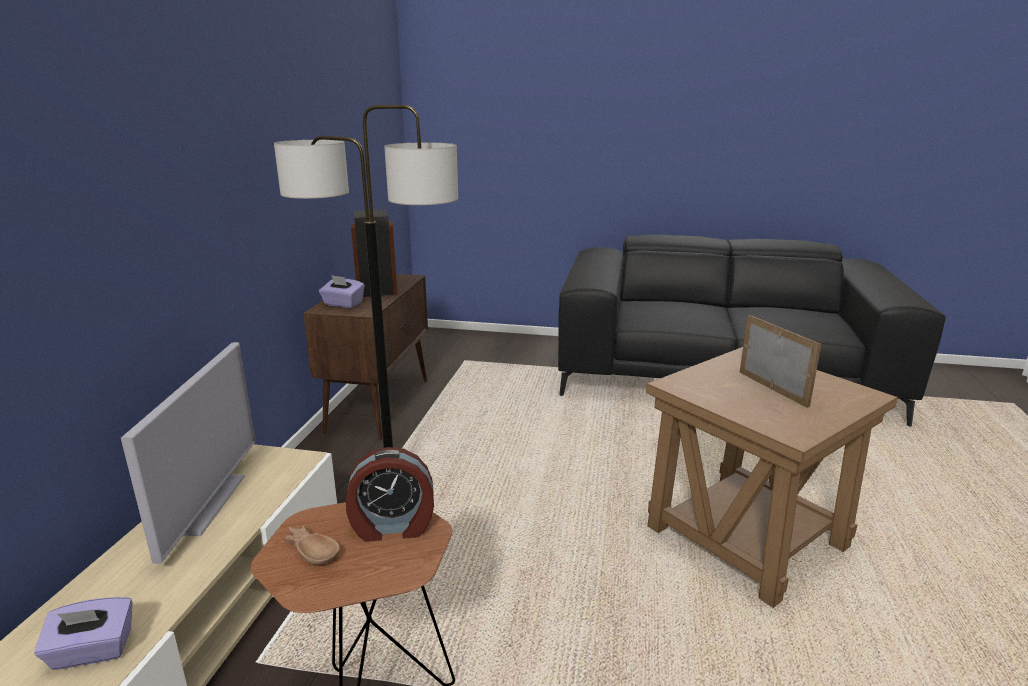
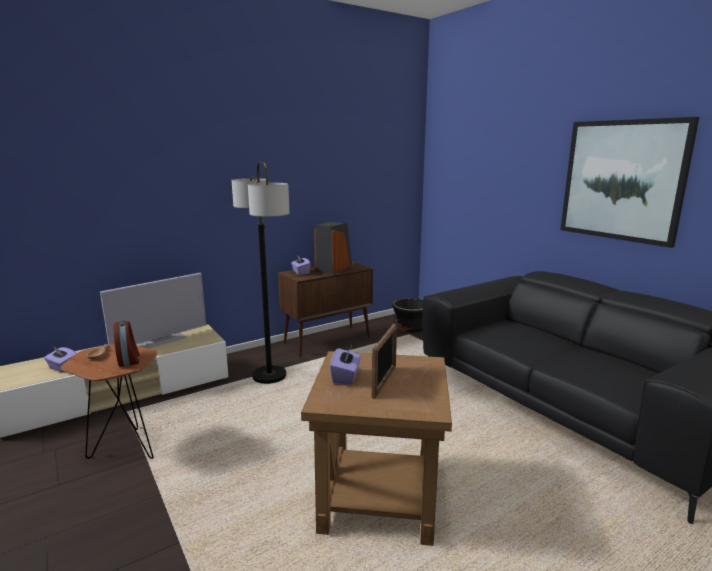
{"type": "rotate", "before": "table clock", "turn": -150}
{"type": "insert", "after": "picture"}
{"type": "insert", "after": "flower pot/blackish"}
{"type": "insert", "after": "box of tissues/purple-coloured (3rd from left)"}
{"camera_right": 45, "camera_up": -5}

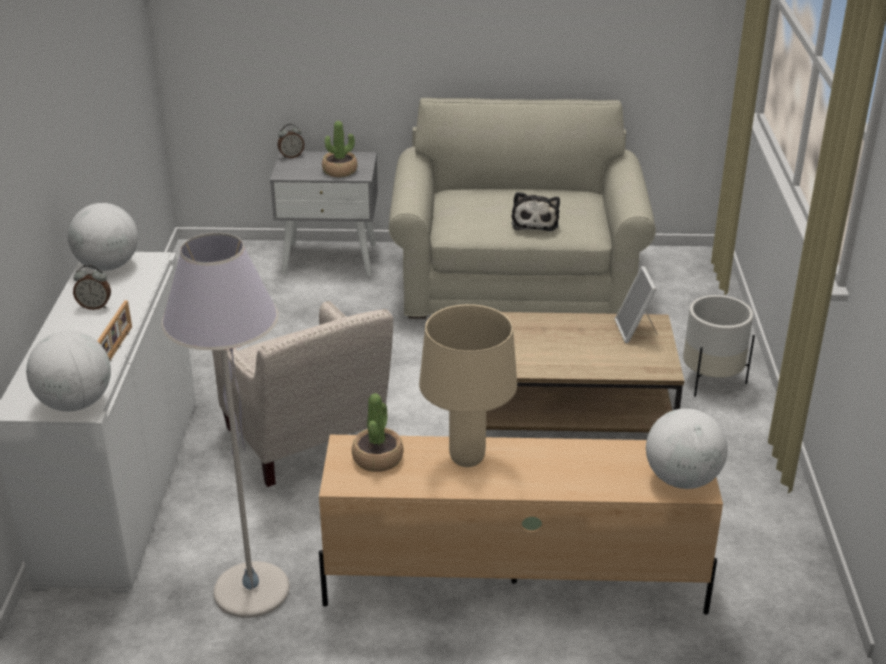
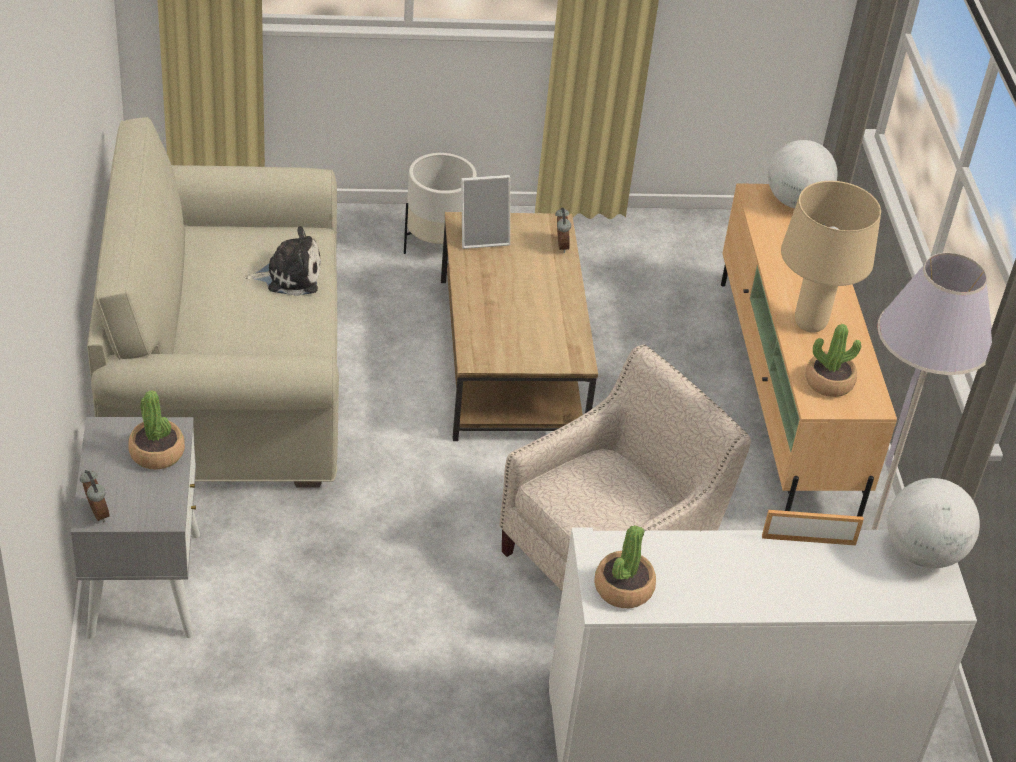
{"type": "replace", "before": "world globe (2nd from left)", "after": "plant in a pot (2nd from left)"}
{"type": "move", "before": "table clock (1st from left in the first image)", "after": "table clock (2nd from left)"}
{"camera_right": -100, "camera_up": 10}

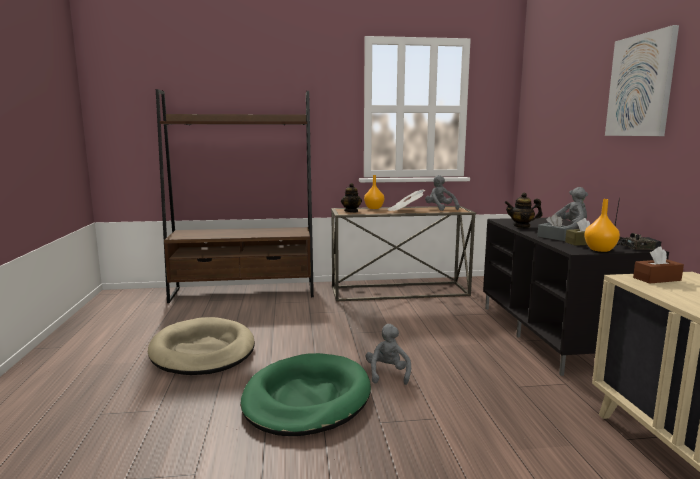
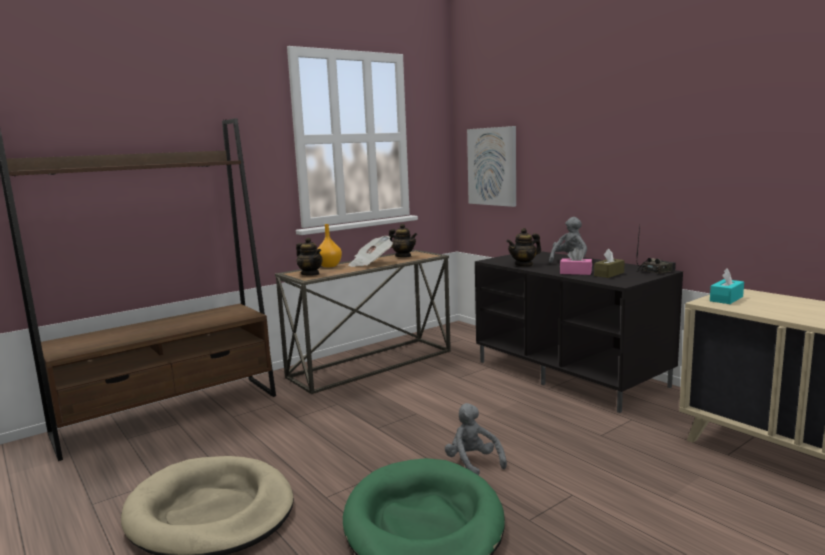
{"type": "move", "before": "picture"}
{"type": "replace", "before": "soft toy/gray (2nd from left)", "after": "pot for tea (2nd from left)"}
{"type": "delete", "before": "vase/orange-coloured (2nd from left)"}
{"type": "recolor", "before": "box of tissues/gray", "after": "box of tissues/pinkish"}
{"type": "recolor", "before": "box of tissues/brownish (2nd from left)", "after": "box of tissues/blue-green"}
{"camera_right": -30, "camera_up": 0}

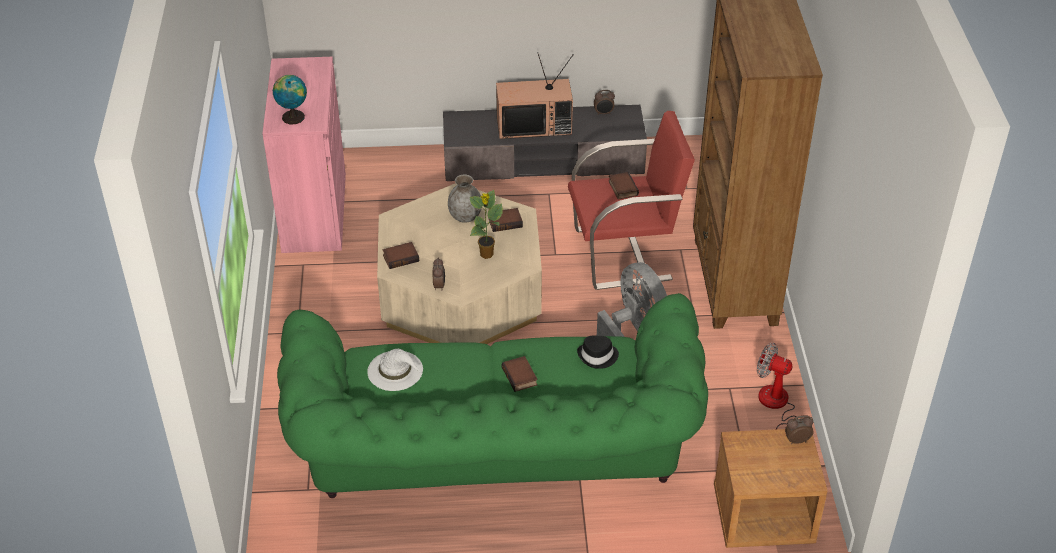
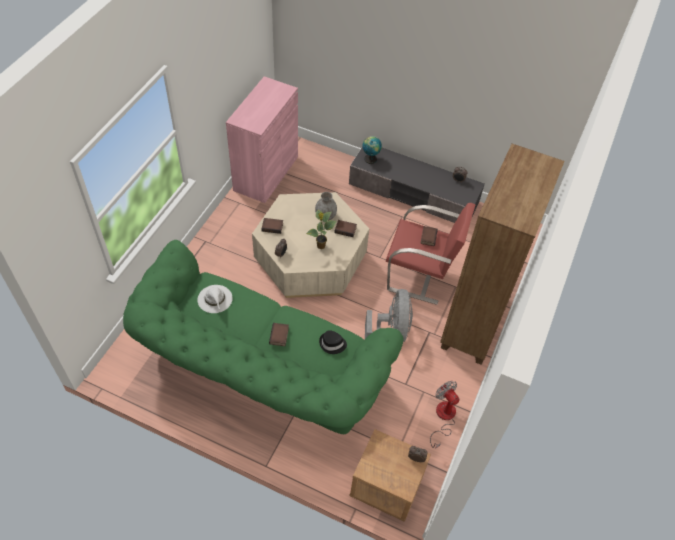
{"type": "delete", "before": "television"}
{"type": "move", "before": "world globe"}
{"camera_right": 25, "camera_up": 10}

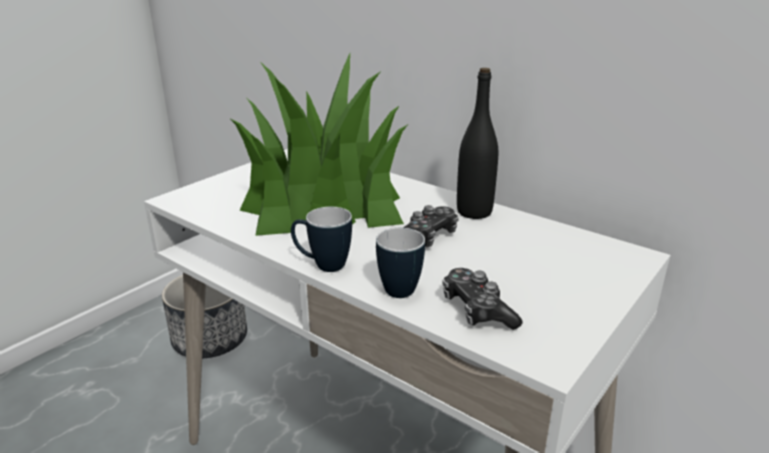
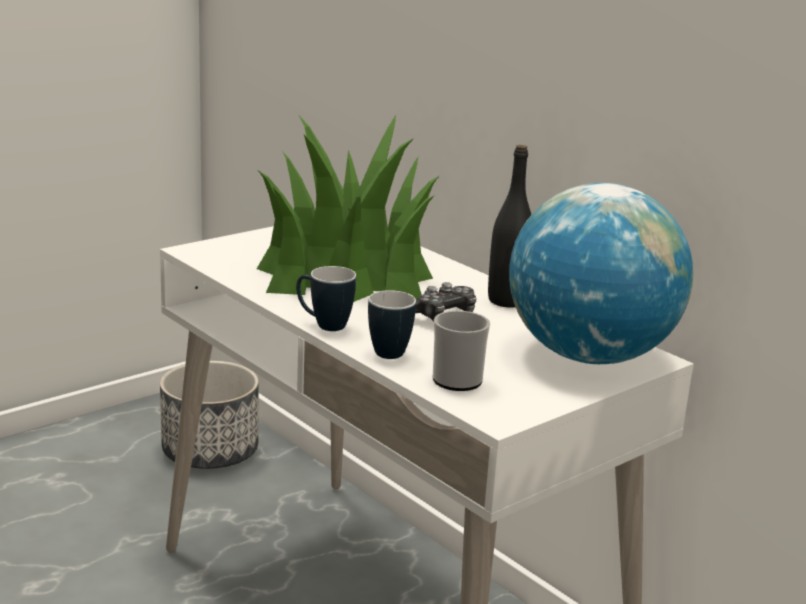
{"type": "replace", "before": "gamepad (2nd from left)", "after": "coffee mug (3rd from left)"}
{"type": "insert", "after": "world globe"}
{"camera_right": 10, "camera_up": -5}

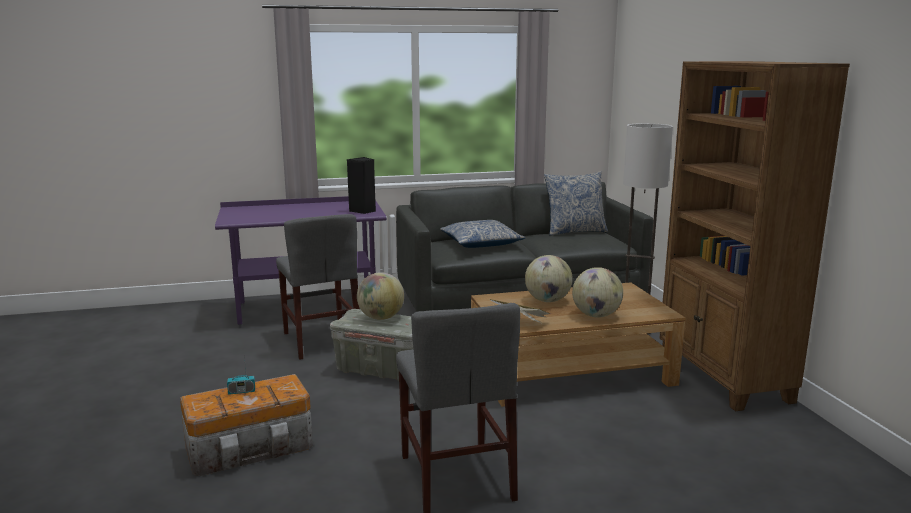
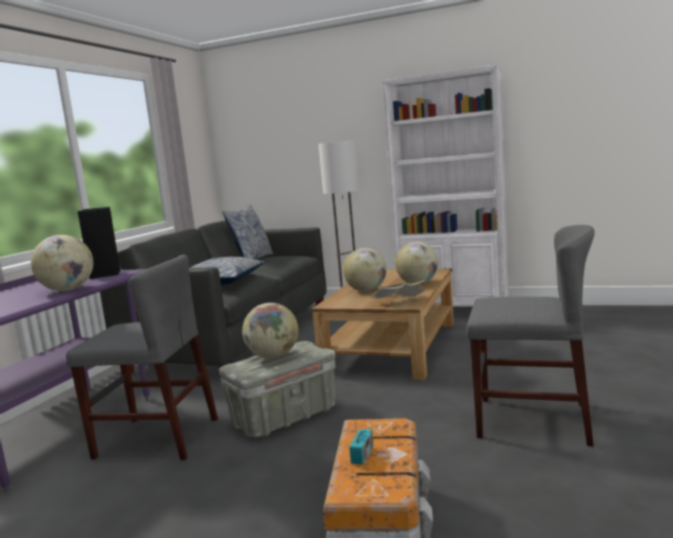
{"type": "recolor", "before": "shelving unit/brownish", "after": "shelving unit/whitish"}
{"type": "insert", "after": "world globe (1st from left)"}
{"camera_right": -55, "camera_up": -5}

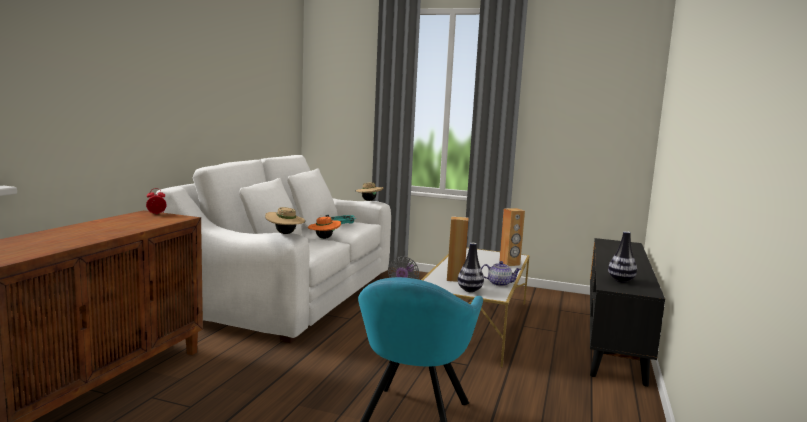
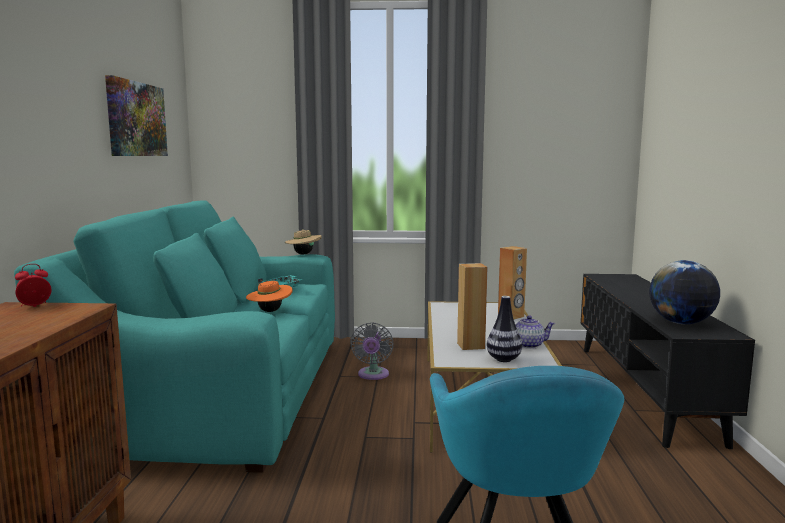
{"type": "recolor", "before": "couch/whitish", "after": "couch/blue-green"}
{"type": "delete", "before": "hat/sand-coloured (1st from left)"}
{"type": "replace", "before": "vase (2nd from left)", "after": "world globe"}
{"type": "insert", "after": "picture"}
{"camera_right": -15, "camera_up": 0}

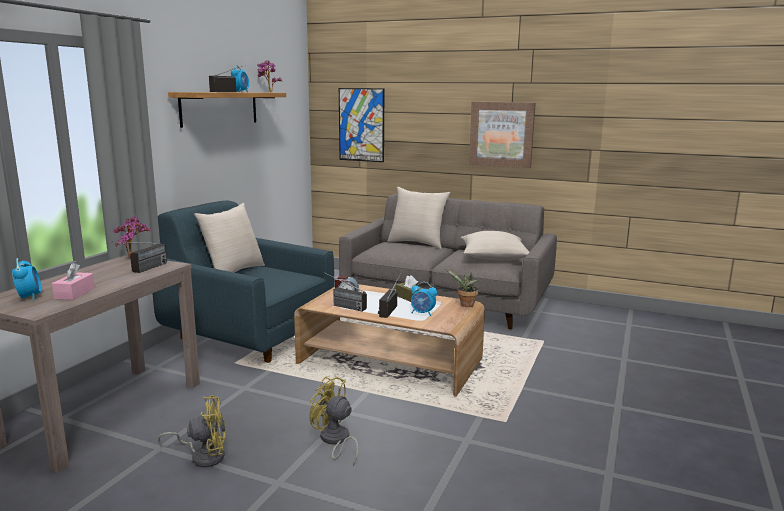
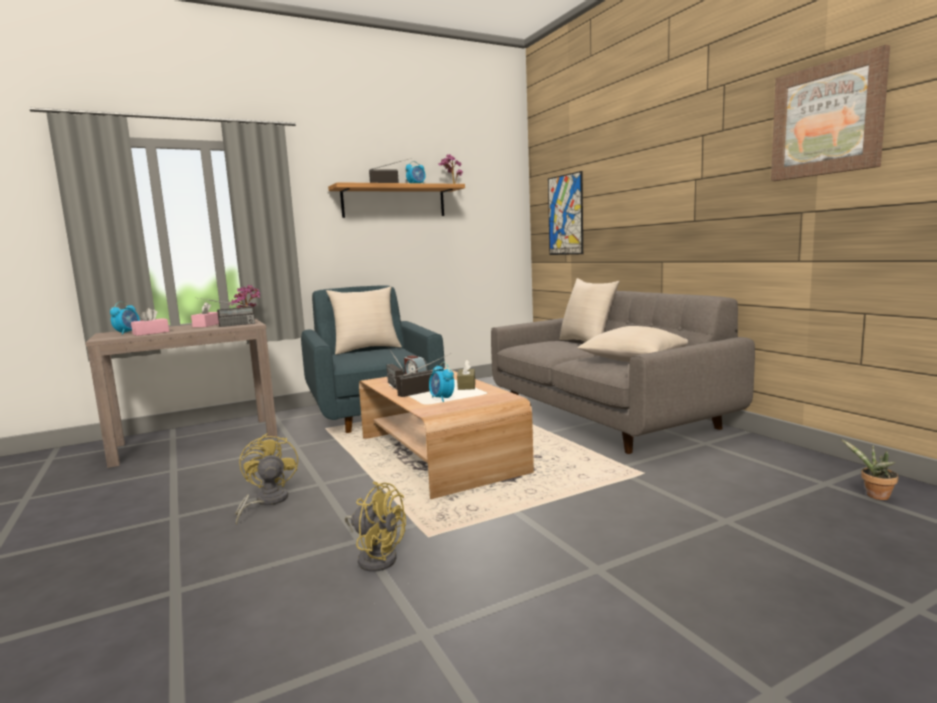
{"type": "move", "before": "picture (2nd from left)"}
{"type": "move", "before": "plant in a pot (3rd from left)"}
{"type": "move", "before": "fan/yellow-coloured (1st from left in the first image)", "after": "fan/yellow-coloured (2nd from left)"}
{"type": "insert", "after": "box of tissues/pinkish (2nd from left)"}
{"camera_right": 40, "camera_up": -5}

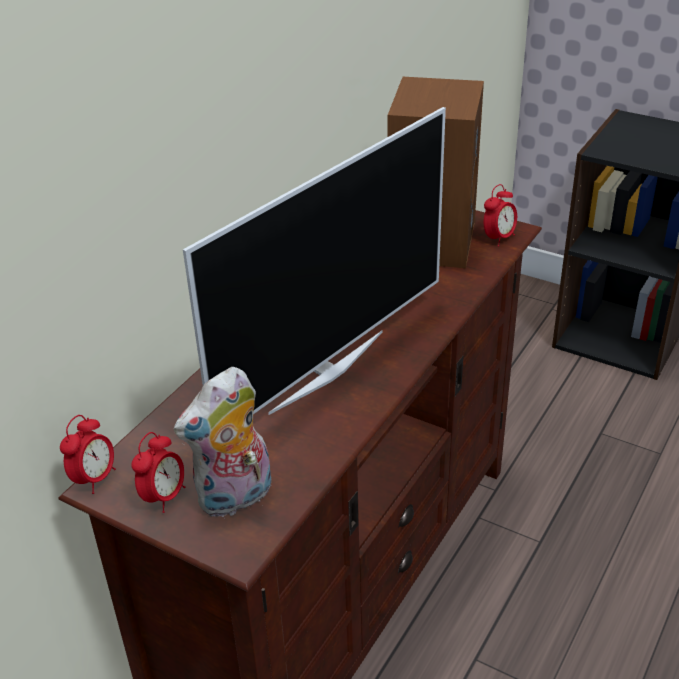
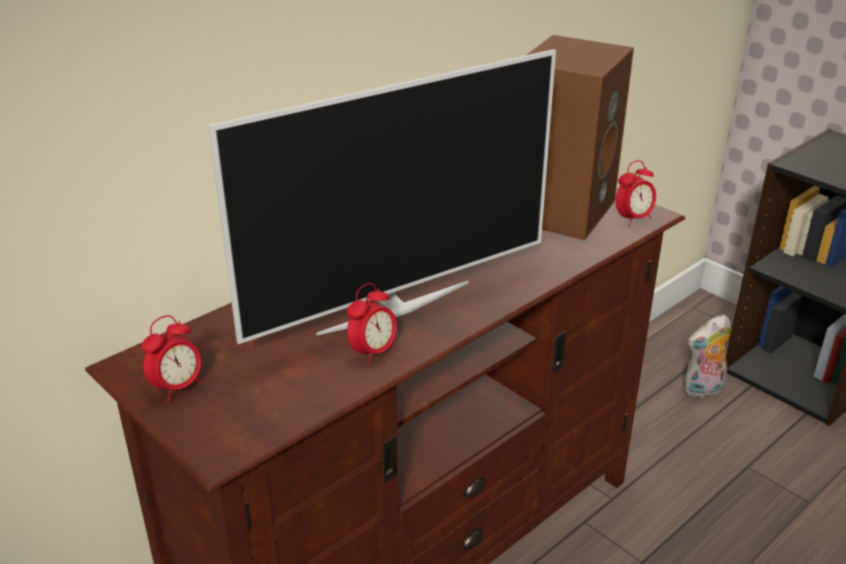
{"type": "move", "before": "soft toy"}
{"type": "move", "before": "table clock (1st from left in the first image)", "after": "table clock (2nd from left)"}
{"camera_right": 15, "camera_up": -5}

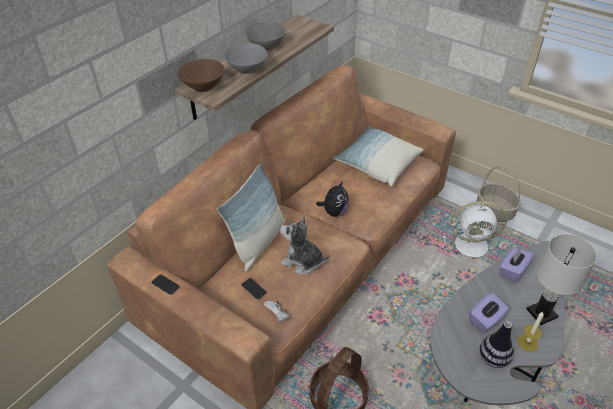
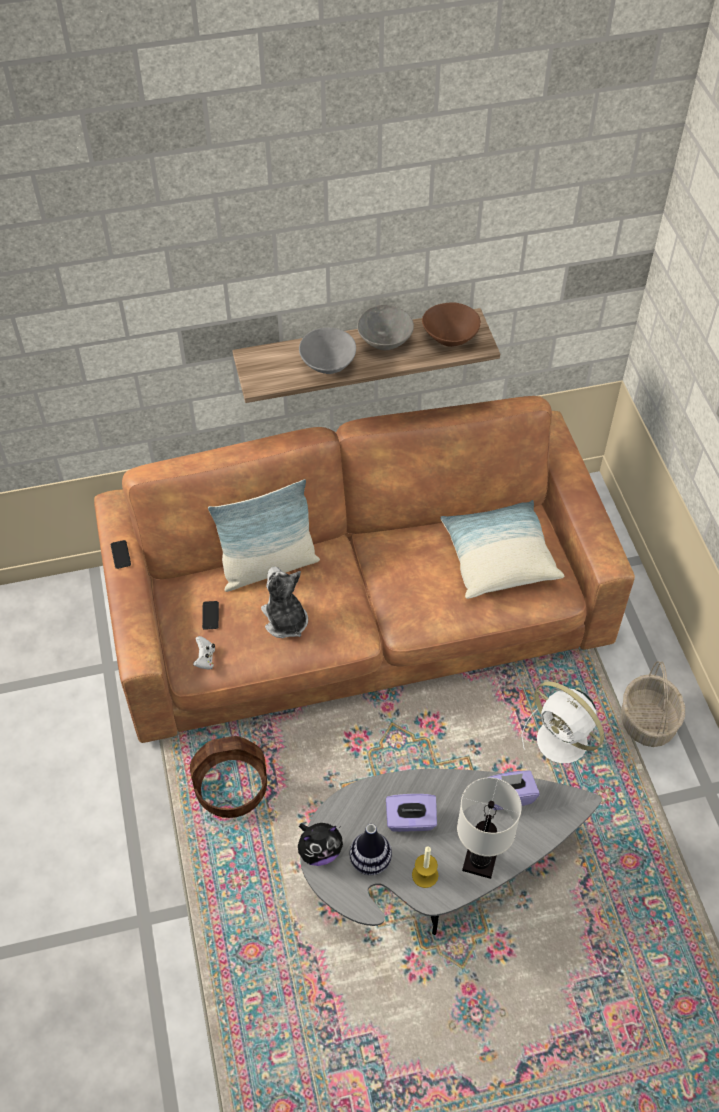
{"type": "move", "before": "deep dish/brownish"}
{"type": "move", "before": "soft toy (2nd from left)"}
{"camera_right": 40, "camera_up": 10}

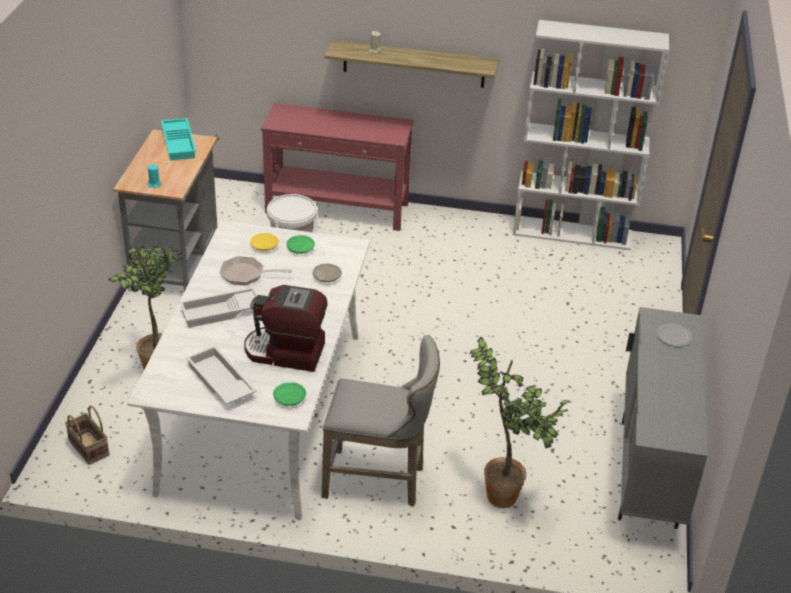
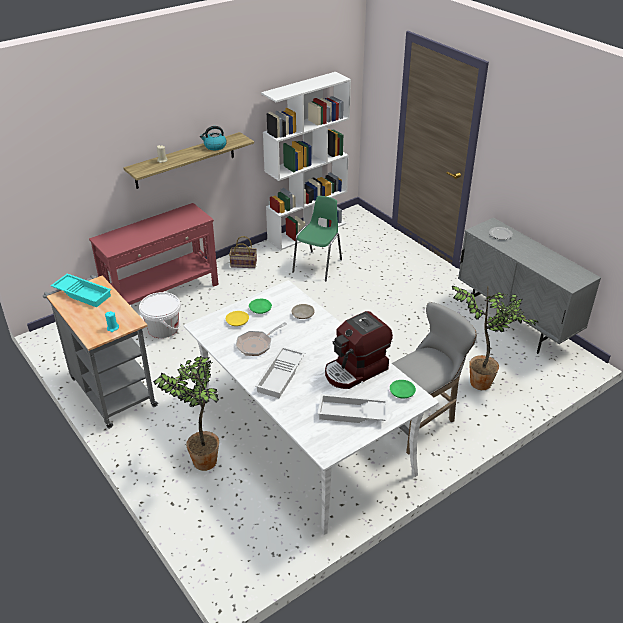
{"type": "move", "before": "basket"}
{"type": "insert", "after": "water kettle"}
{"type": "insert", "after": "upright chair/green"}
{"camera_right": -45, "camera_up": 0}

